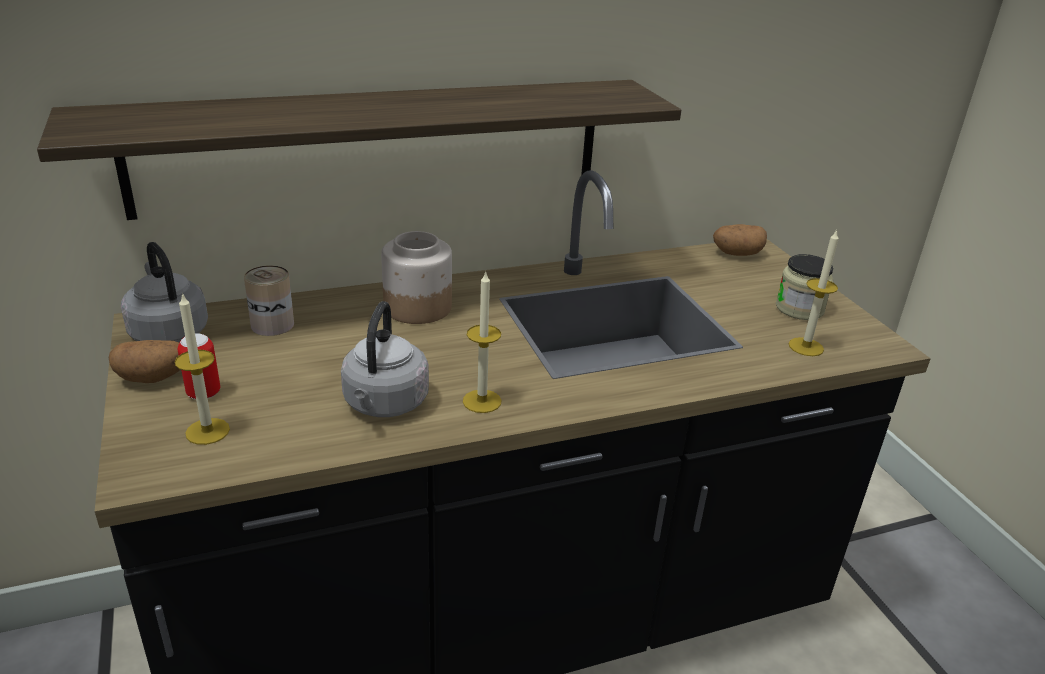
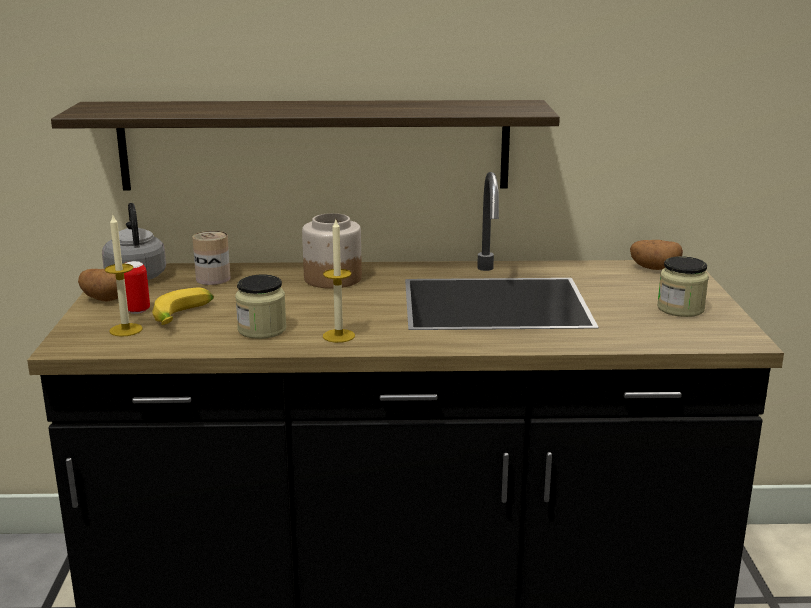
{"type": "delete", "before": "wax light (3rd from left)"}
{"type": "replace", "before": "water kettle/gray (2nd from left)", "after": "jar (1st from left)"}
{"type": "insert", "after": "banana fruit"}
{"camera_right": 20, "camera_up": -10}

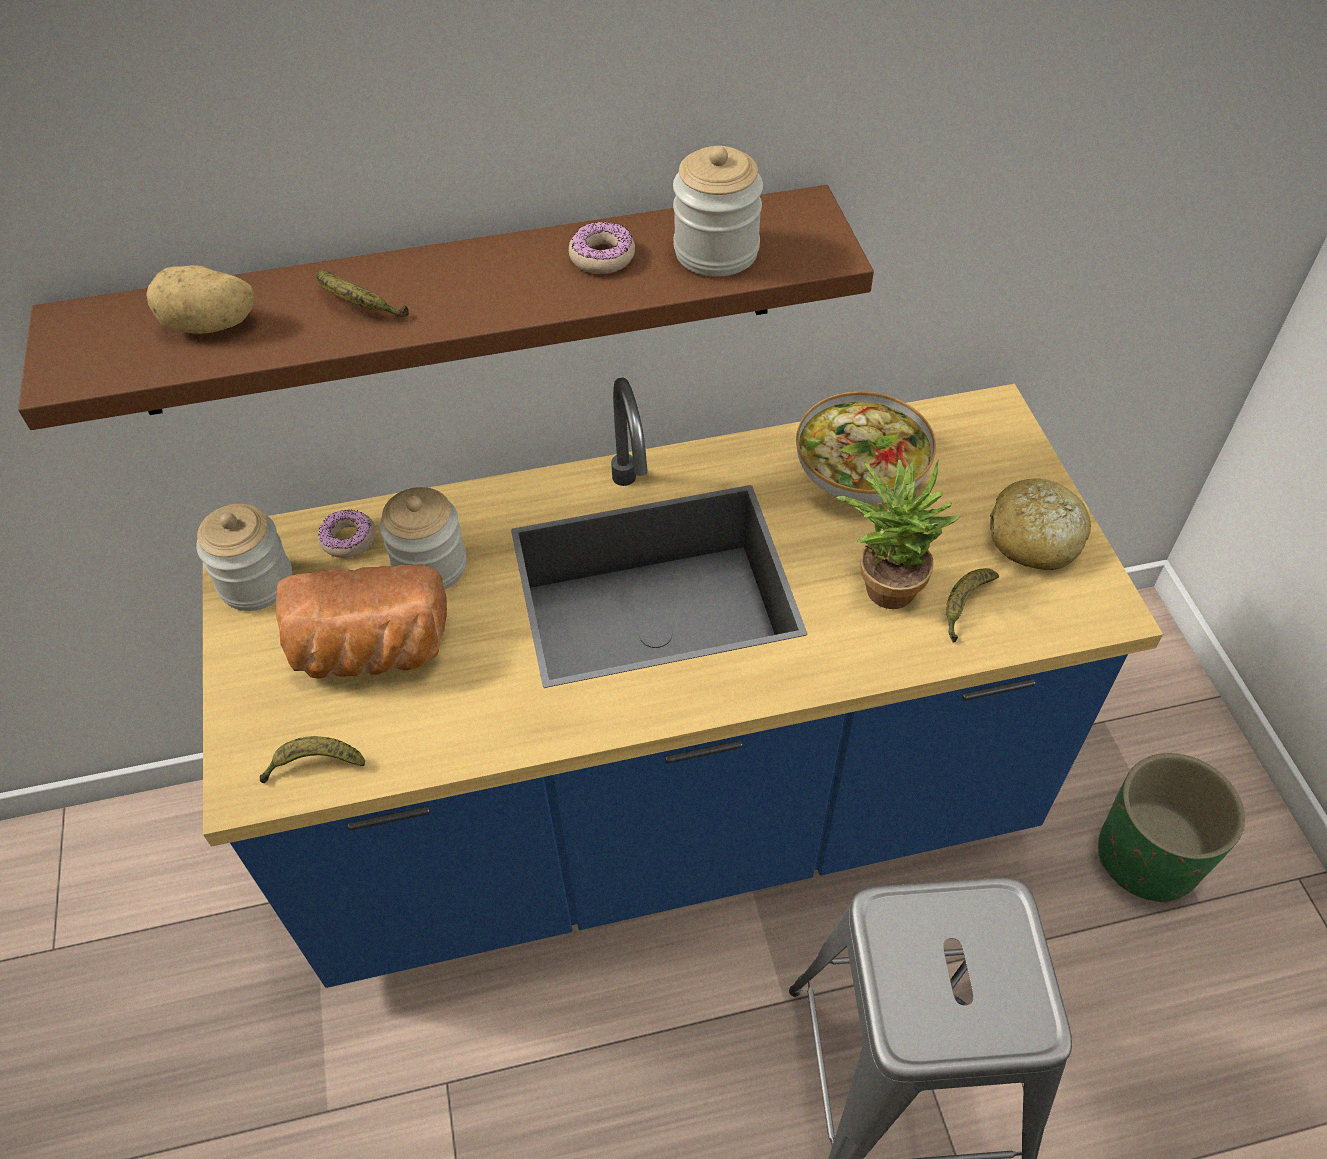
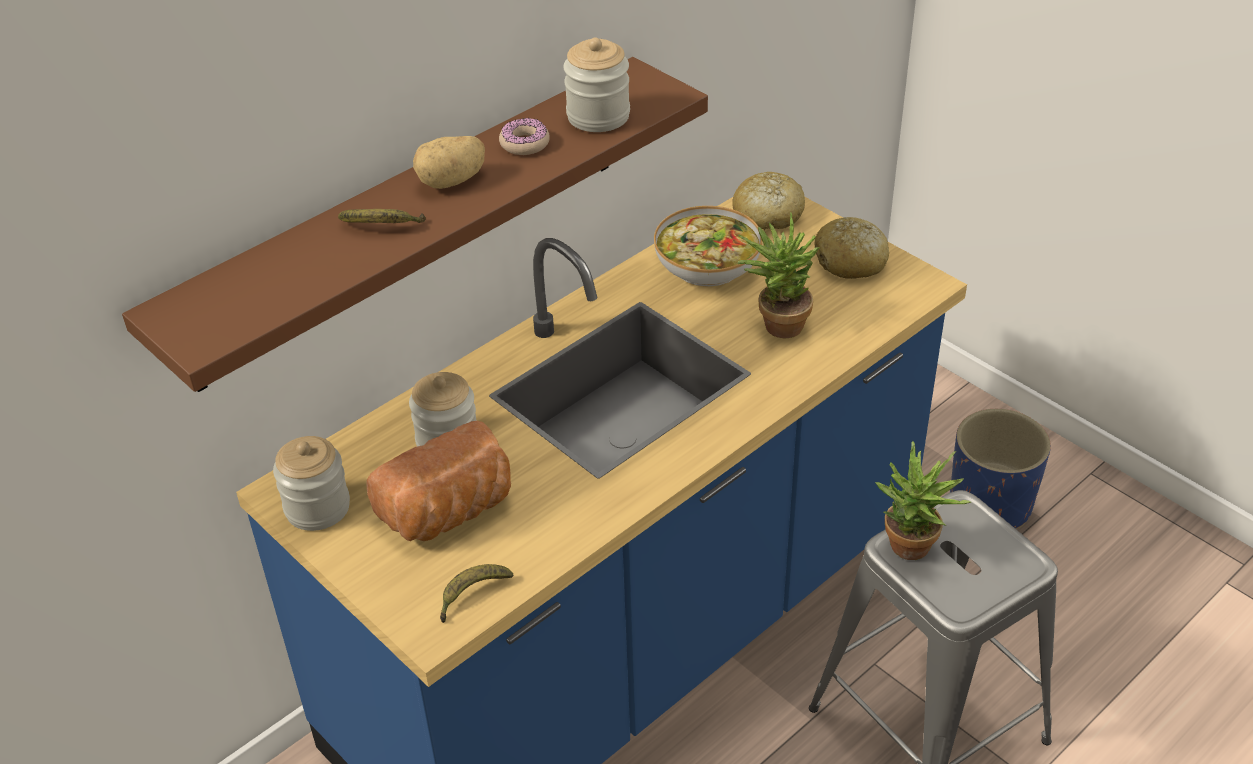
{"type": "move", "before": "whole potato"}
{"type": "delete", "before": "donut (1st from left)"}
{"type": "delete", "before": "banana fruit (3rd from left)"}
{"type": "recolor", "before": "flower pot/green", "after": "flower pot/bluish"}
{"type": "insert", "after": "baked bread (2nd from left)"}
{"type": "insert", "after": "plant in a pot (2nd from left)"}
{"camera_right": -30, "camera_up": -10}

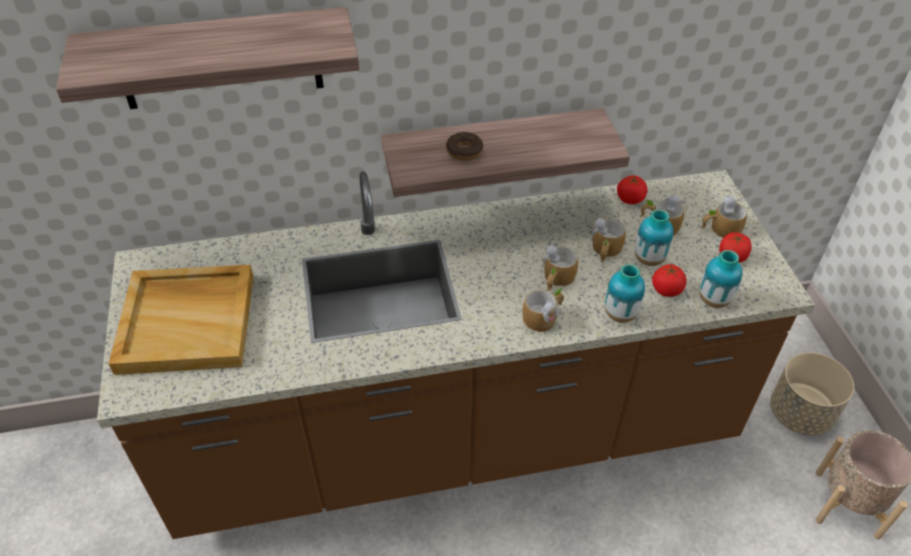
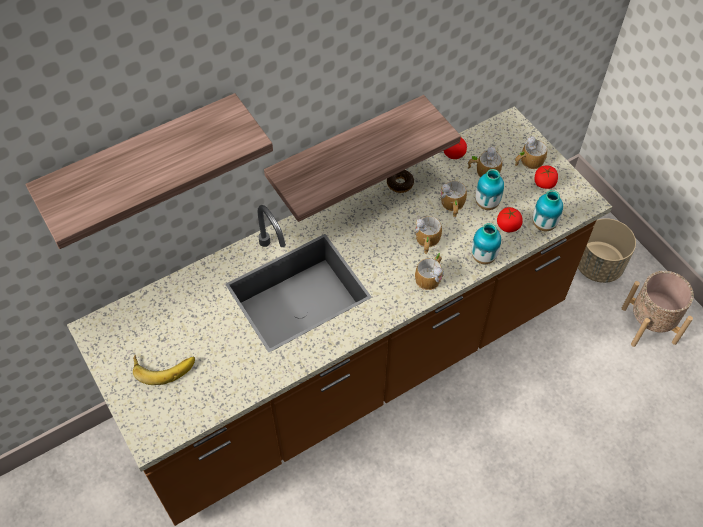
{"type": "move", "before": "donut"}
{"type": "replace", "before": "carrying tray/sand-coloured", "after": "banana fruit"}
{"camera_right": -20, "camera_up": 10}

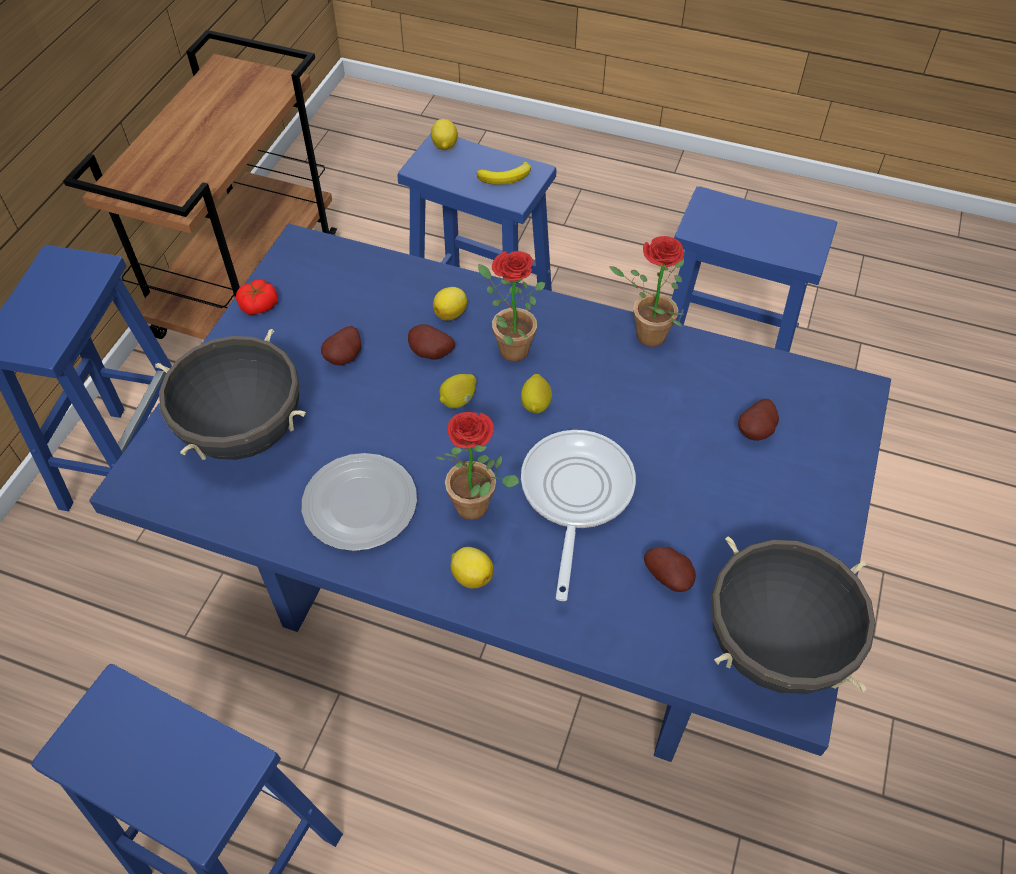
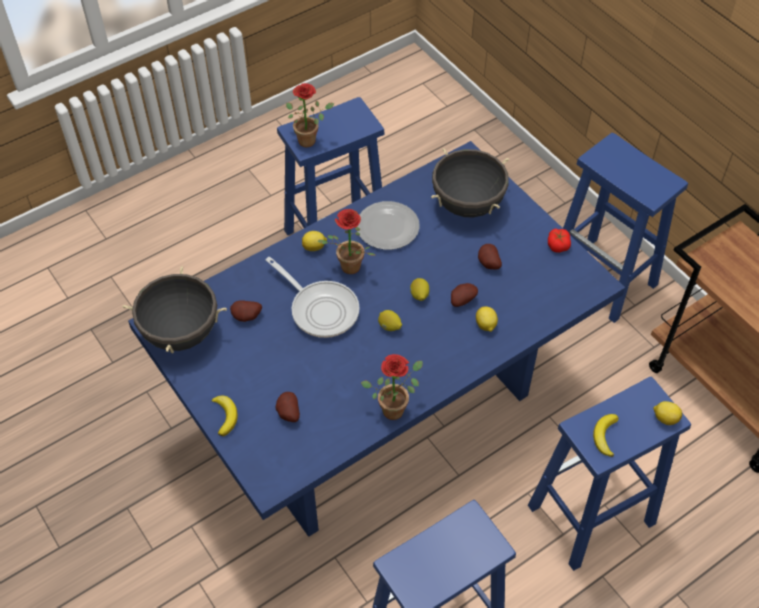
{"type": "move", "before": "plant in a pot (2nd from left in the first image)", "after": "plant in a pot (1st from left)"}
{"type": "insert", "after": "banana fruit (1st from left)"}
{"camera_right": 125, "camera_up": 0}

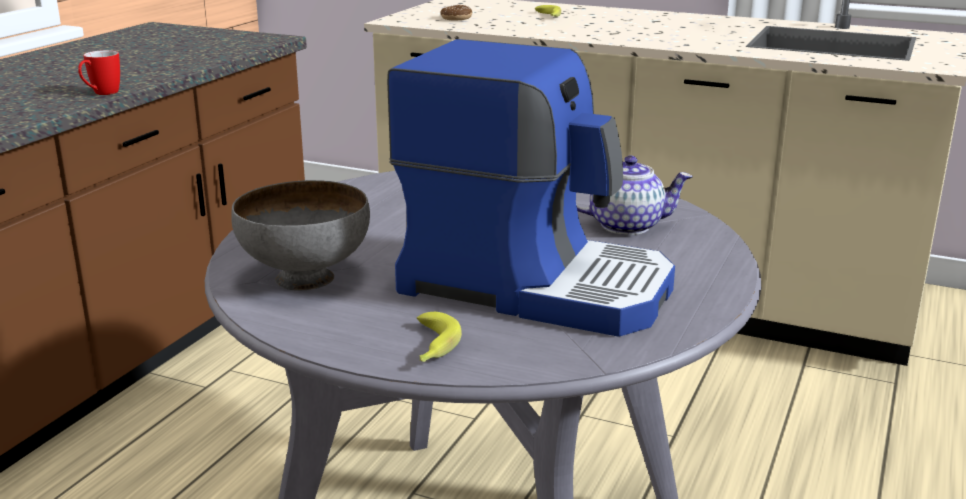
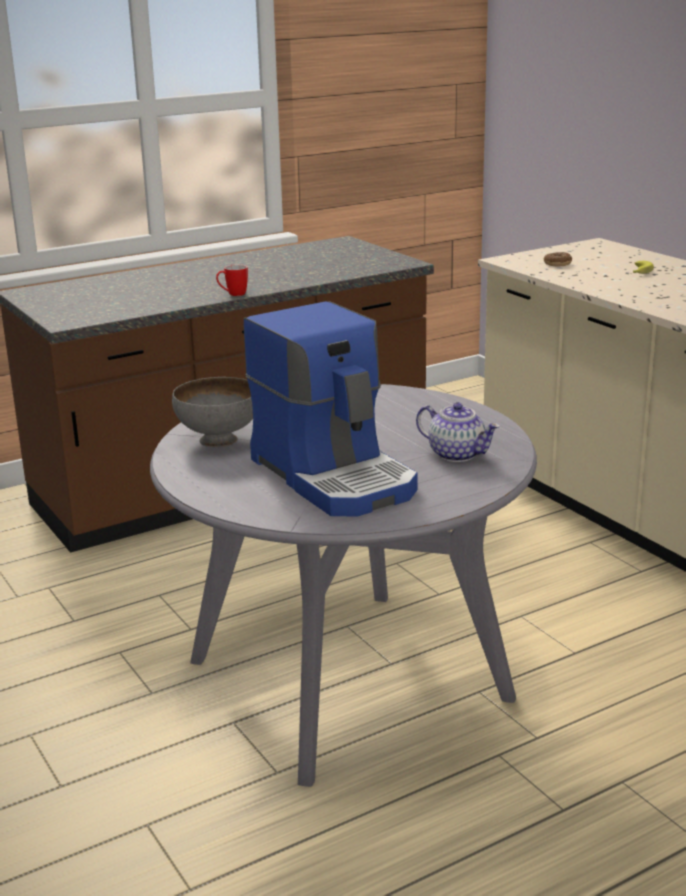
{"type": "delete", "before": "banana fruit (1st from left)"}
{"camera_right": 35, "camera_up": 0}

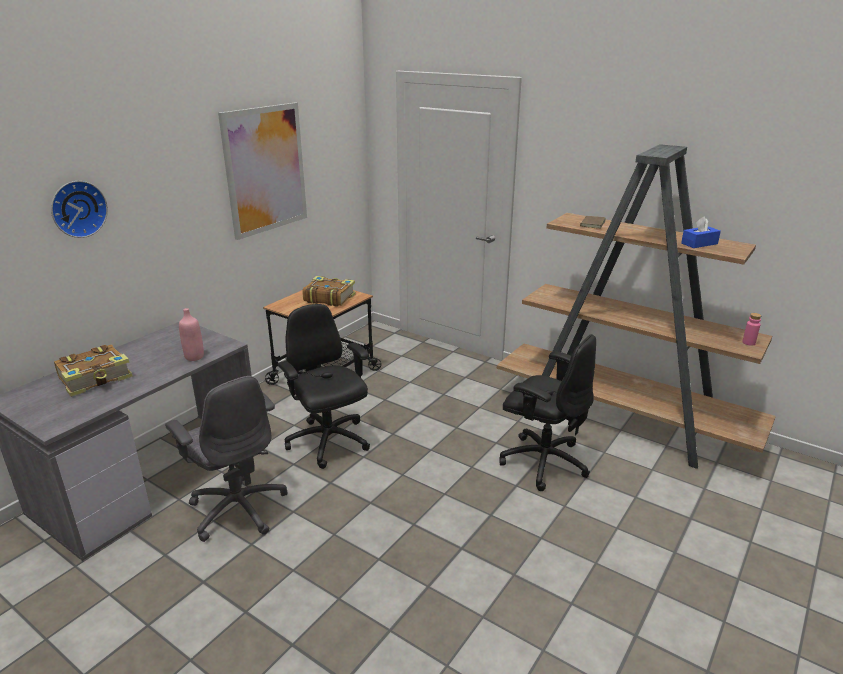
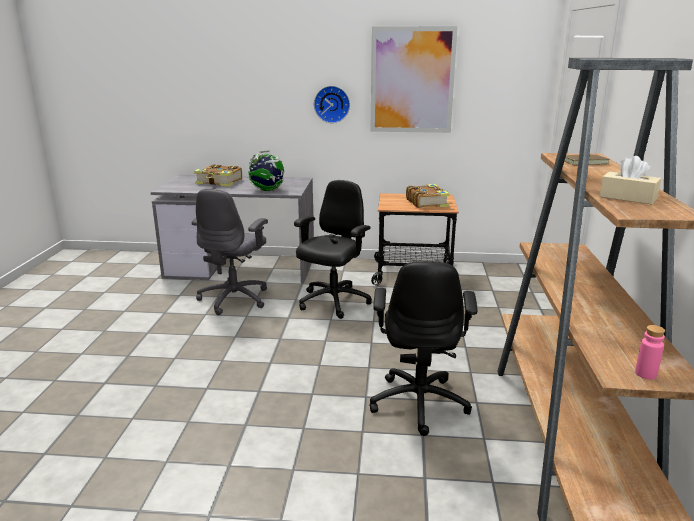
{"type": "move", "before": "wall clock"}
{"type": "recolor", "before": "box of tissues/bluish", "after": "box of tissues/sand-coloured"}
{"type": "replace", "before": "bottle/pinkish (1st from left)", "after": "world globe"}
{"camera_right": 60, "camera_up": -5}

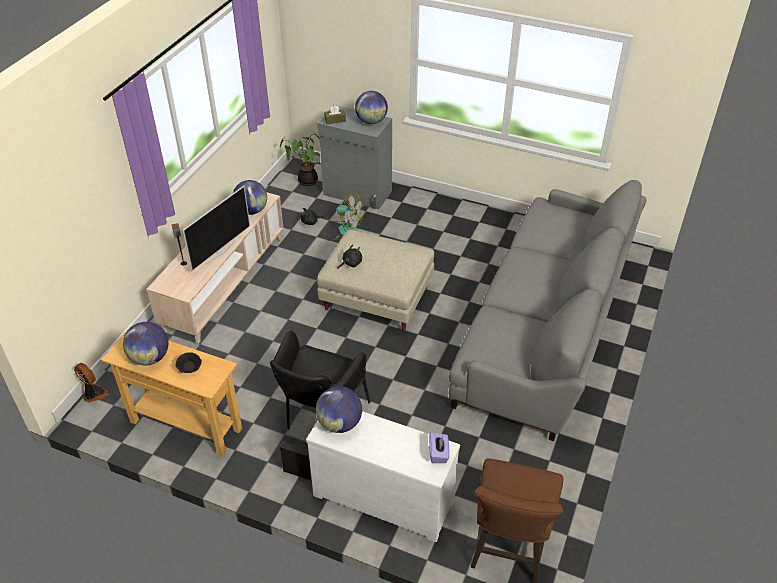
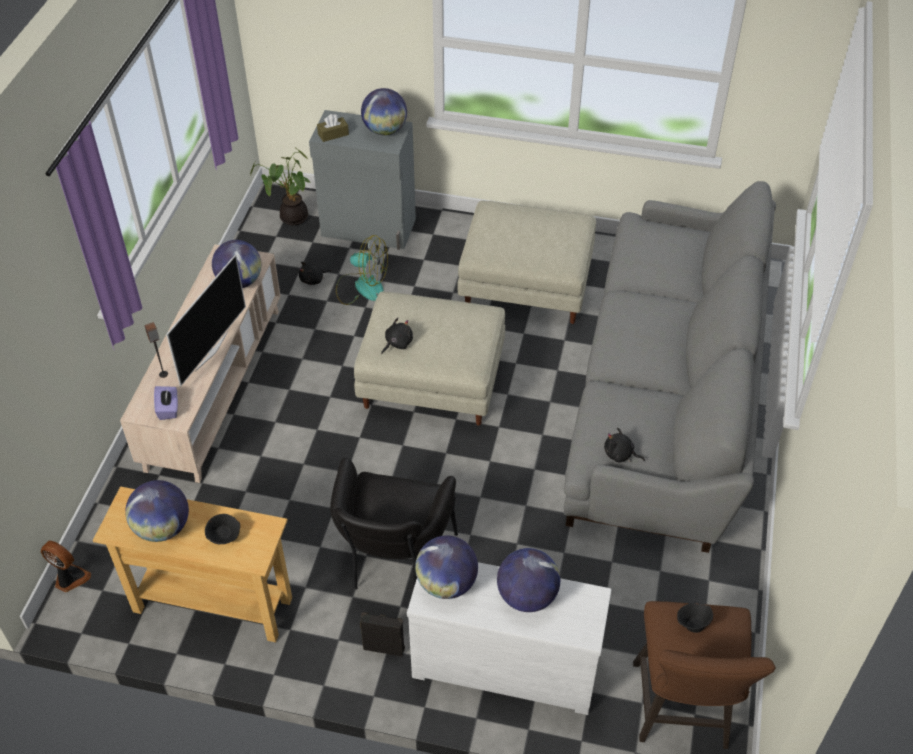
{"type": "move", "before": "box of tissues/purple-coloured"}
{"type": "insert", "after": "pouffe/sand-coloured (2nd from left)"}
{"type": "insert", "after": "soft toy/blackish (3rd from left)"}
{"type": "insert", "after": "world globe (5th from left)"}
{"type": "insert", "after": "deep dish/blackish (2nd from left)"}
{"camera_right": -10, "camera_up": 5}

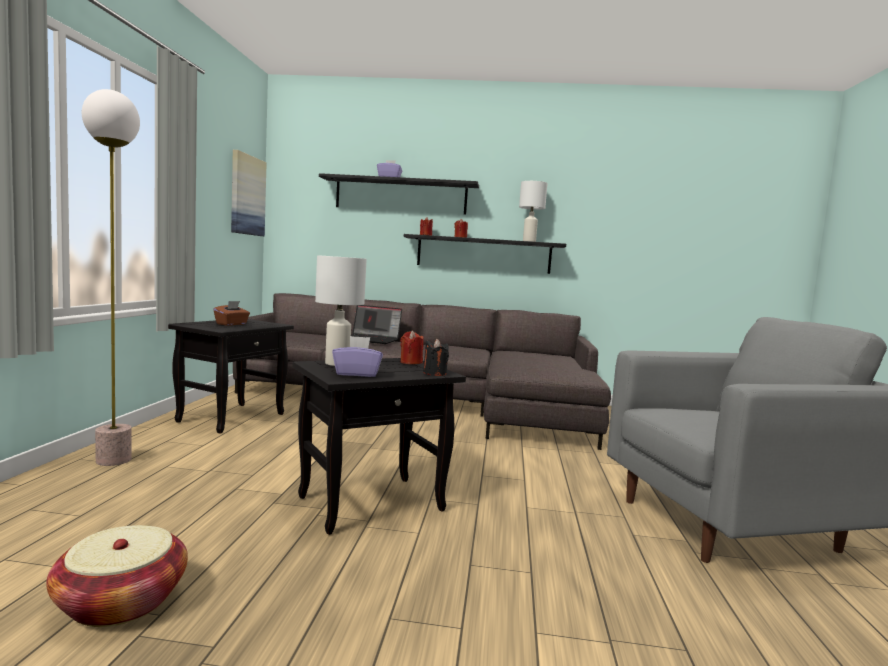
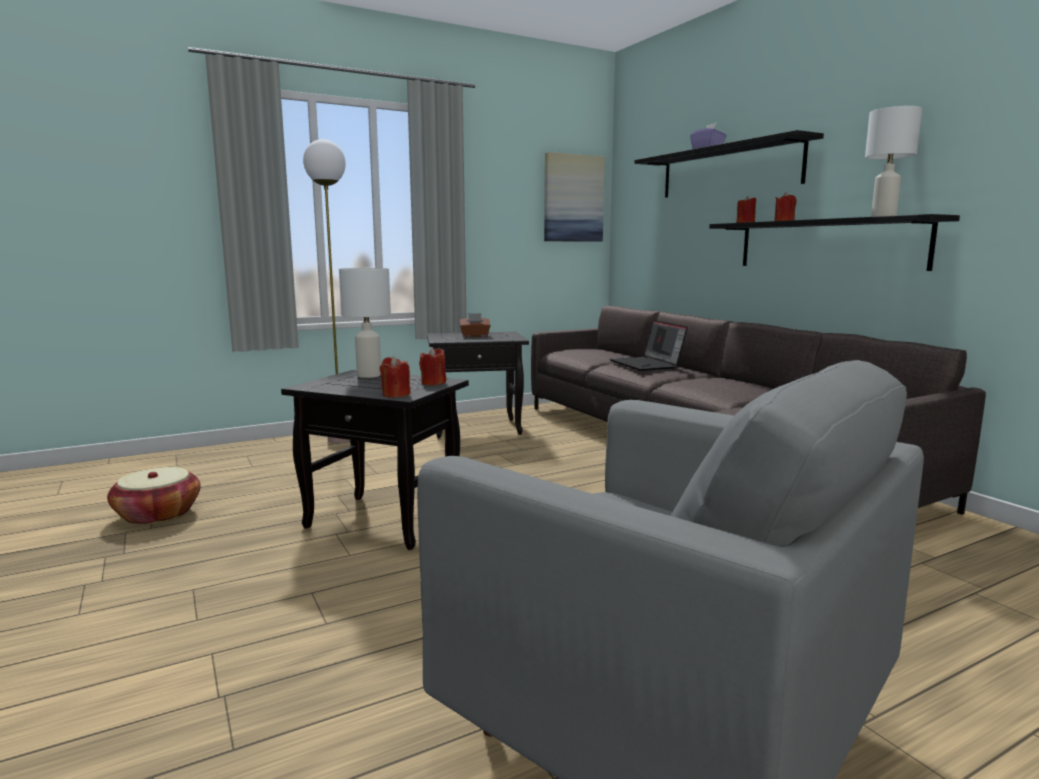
{"type": "delete", "before": "box of tissues/purple-coloured (1st from left)"}
{"type": "recolor", "before": "wax light/blackish", "after": "wax light/red-coloured (1st from left)"}
{"camera_right": 55, "camera_up": 5}

